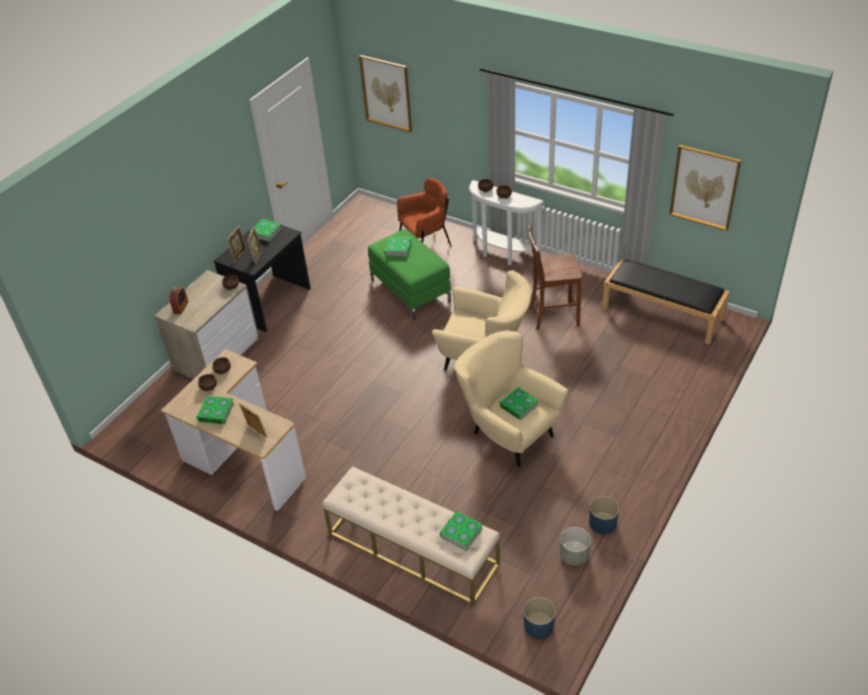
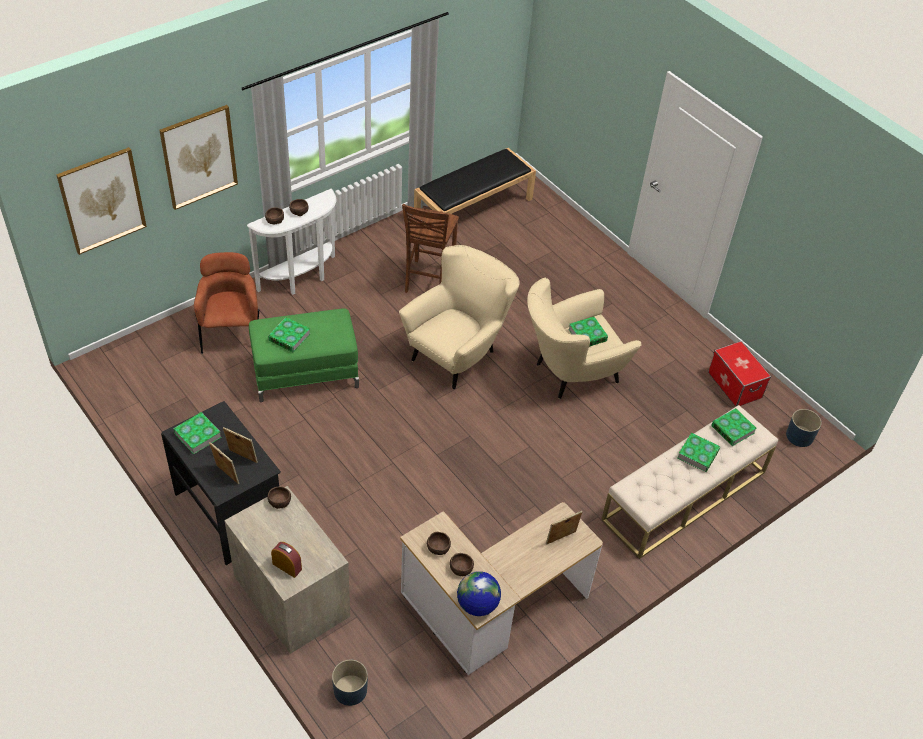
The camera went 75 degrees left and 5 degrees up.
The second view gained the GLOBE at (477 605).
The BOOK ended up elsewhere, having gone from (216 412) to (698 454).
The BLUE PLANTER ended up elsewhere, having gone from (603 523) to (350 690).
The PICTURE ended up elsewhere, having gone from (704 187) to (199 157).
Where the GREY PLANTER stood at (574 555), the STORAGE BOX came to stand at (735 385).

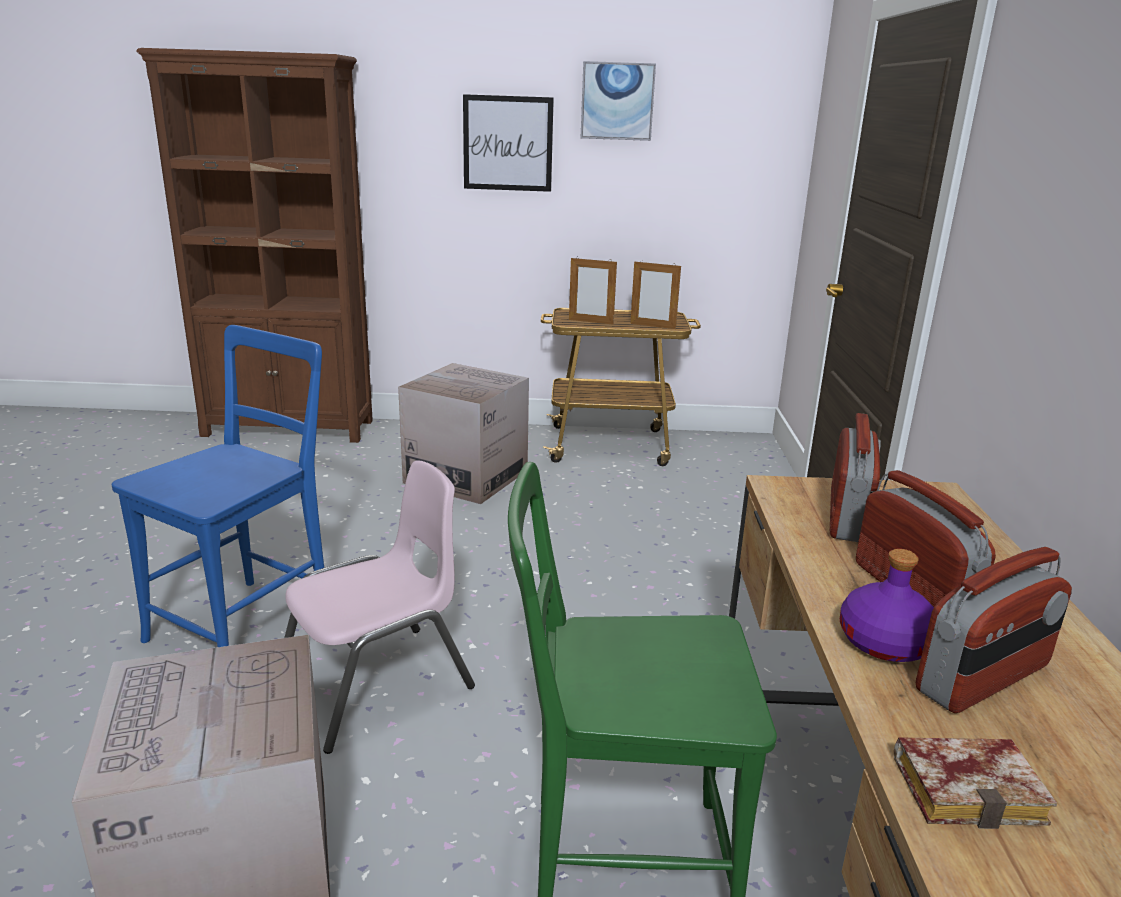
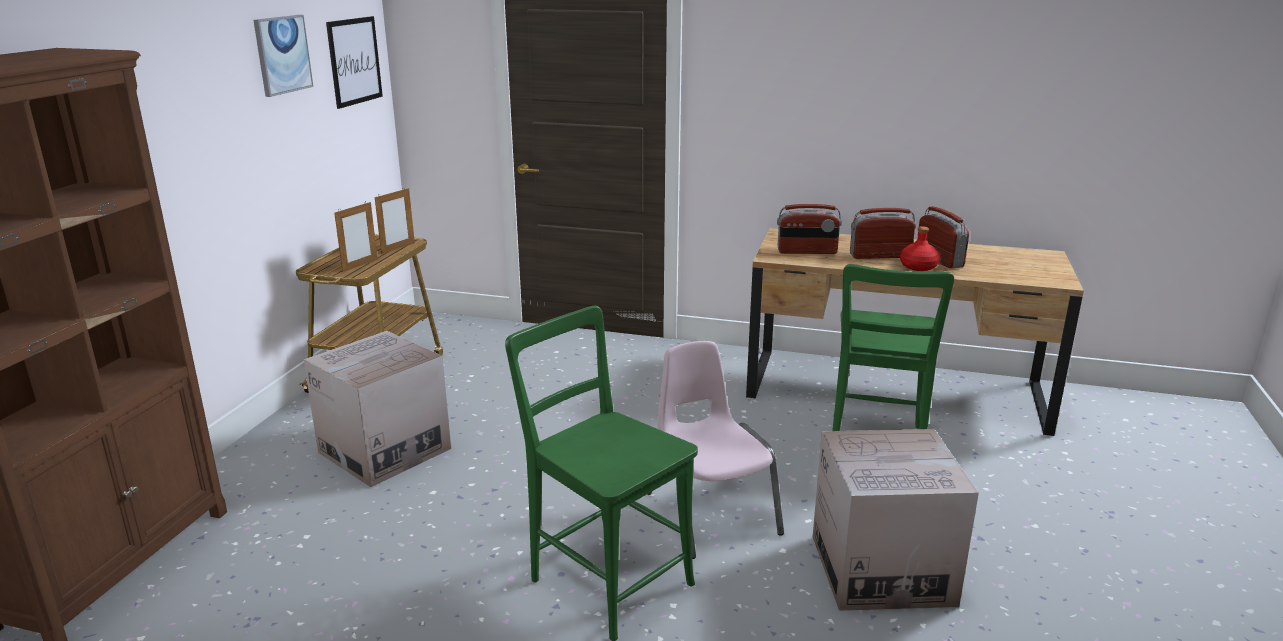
The camera went 75 degrees left and 0 degrees up.
The second view lost the BOOK at (970 788).
The PICTURE ended up elsewhere, having gone from (508 143) to (354 61).
What was the BLUE CHAIR at (248 623) turned into the GREEN CHAIR at (605 578).
What was the PURPLE BOTTLE at (886 642) turned into the RED BOTTLE at (918 266).
The RADIO at (848 516) ended up facing another way, 150 degrees clockwise from before.

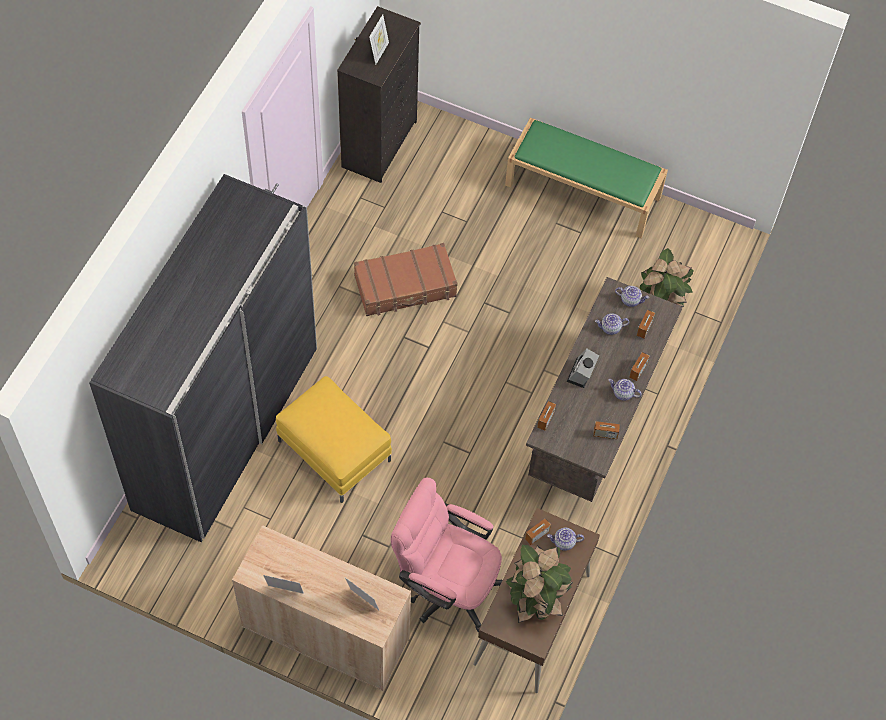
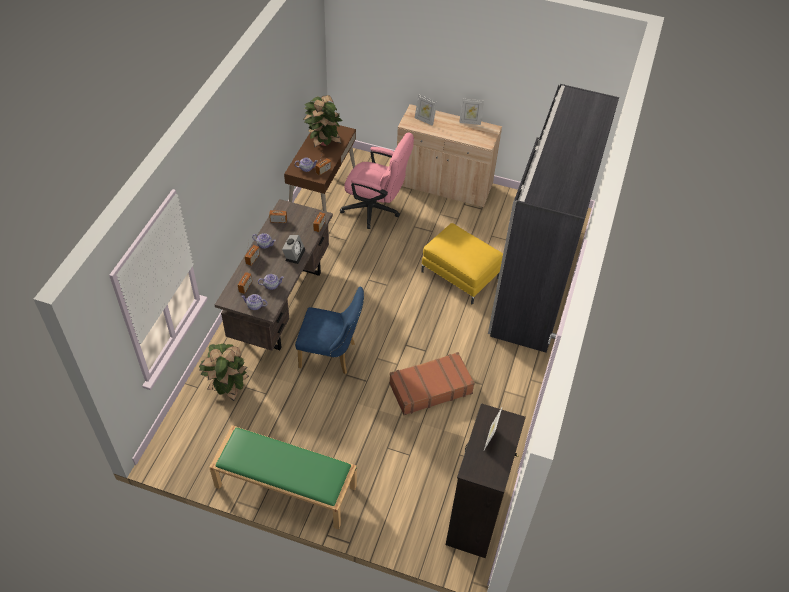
The camera went 175 degrees right and 10 degrees down.
The second view gained the BLUE CHAIR at (332 356).

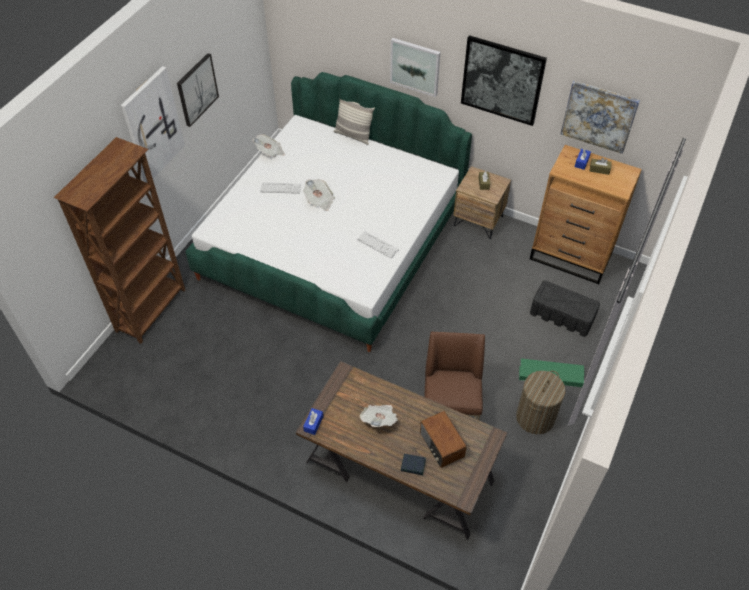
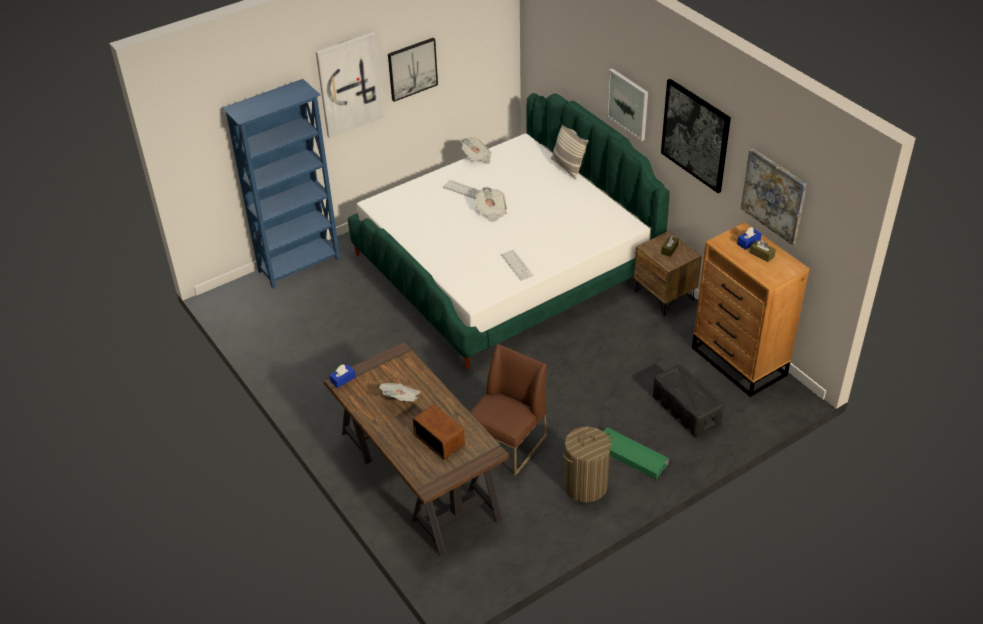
The camera went 30 degrees right and 10 degrees down.
The second view lost the BOOK at (413 466).
What was the BROWN BOOKCASE at (152 310) turned into the BLUE BOOKCASE at (300 265).
The RADIO at (441 445) ended up facing another way, 135 degrees clockwise from before.

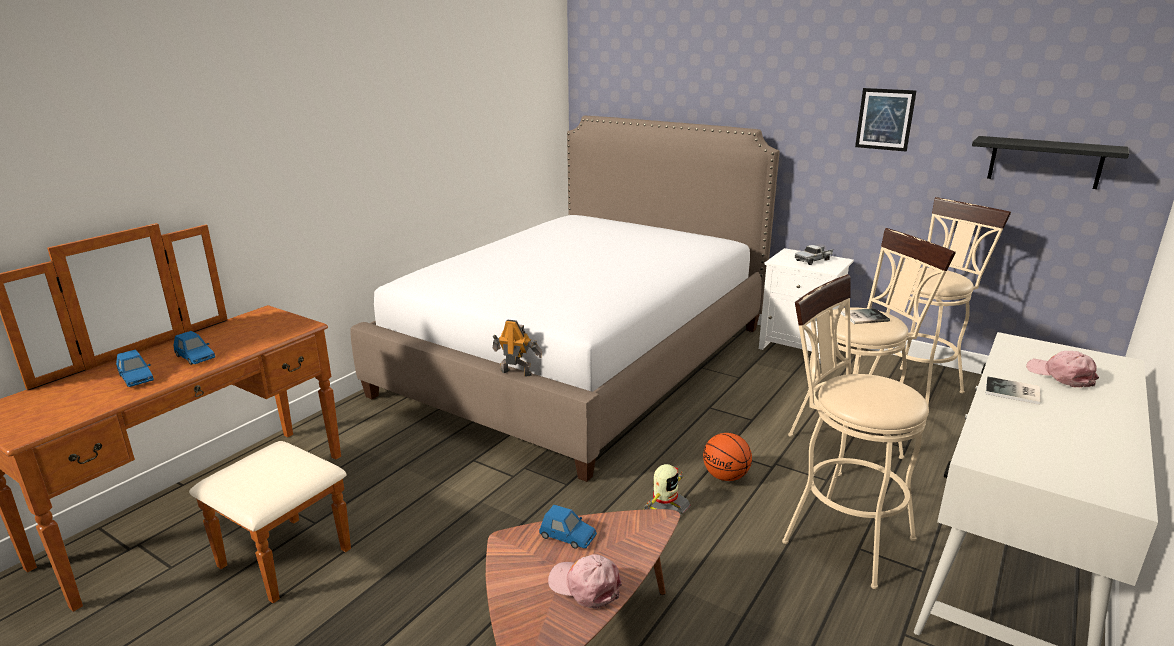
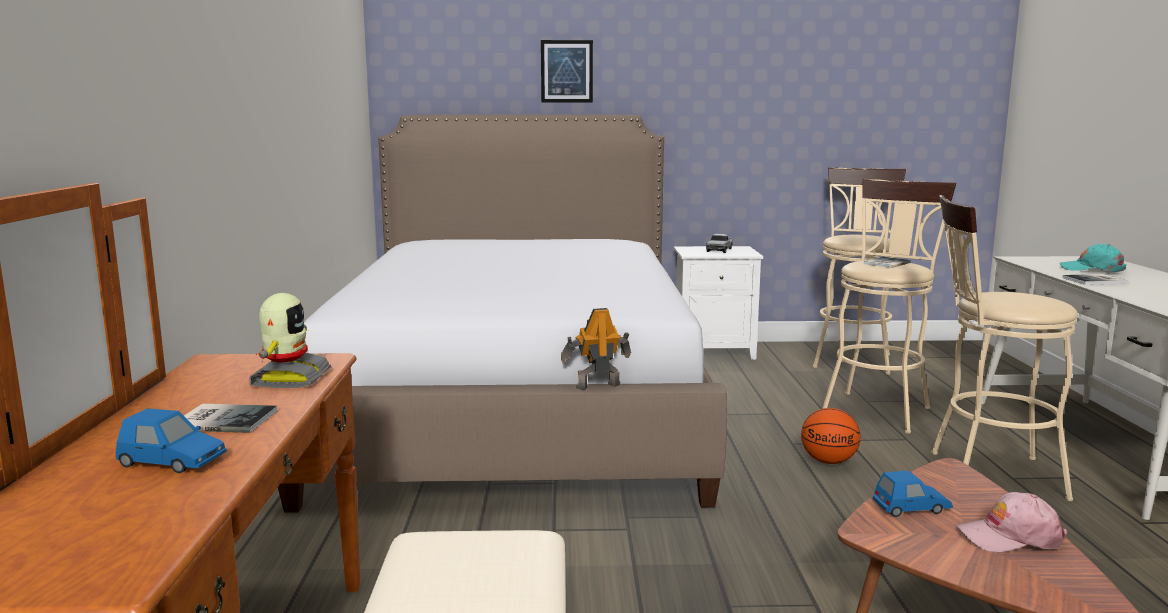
The camera went 35 degrees left and 10 degrees down.
The second view lost the BLACK SHELF at (1045 162).
The TOY ROBOT ended up elsewhere, having gone from (665 509) to (289 378).
The PICTURE ended up elsewhere, having gone from (885 119) to (566 71).
Where the BLUE TOY CAR stood at (195 357), the BOOK came to stand at (224 419).
What was the PINK CAP at (1061 375) turned into the TURQUOISE CAP at (1092 269).

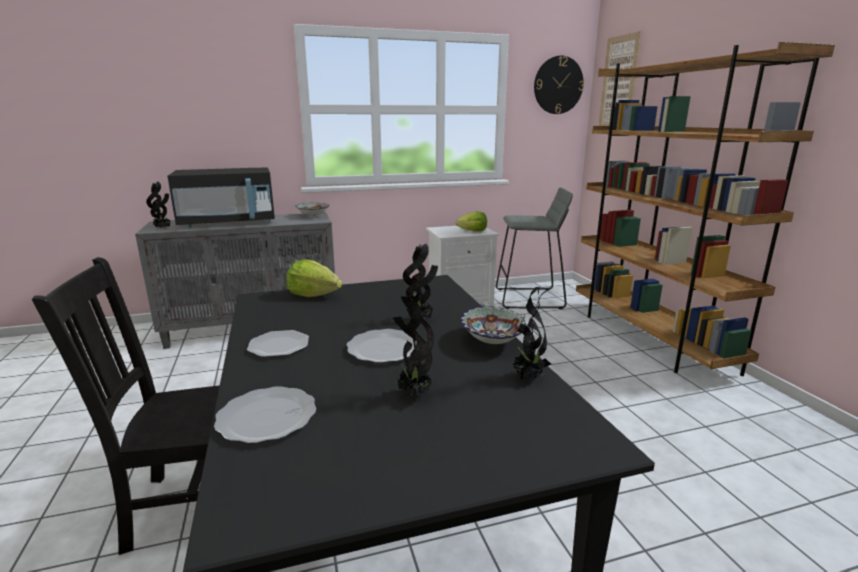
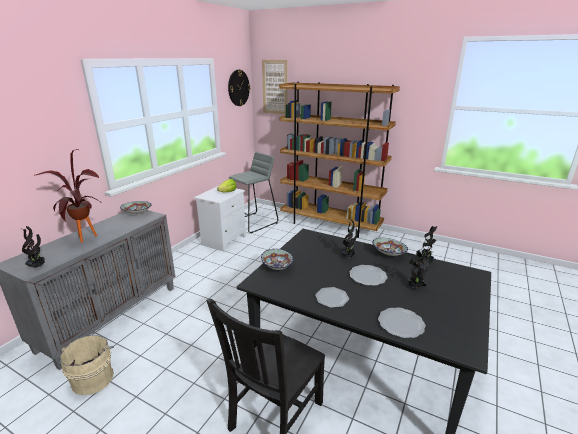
The camera went 45 degrees left and 5 degrees up.
The second view gained the BEIGE BUCKET at (94 378).
Where the BLACK MICROWAVE stood at (229 222), the POTTED PLANT came to stand at (84 240).
Where the LETTUCE stood at (313 295), the BOWL came to stand at (276 267).

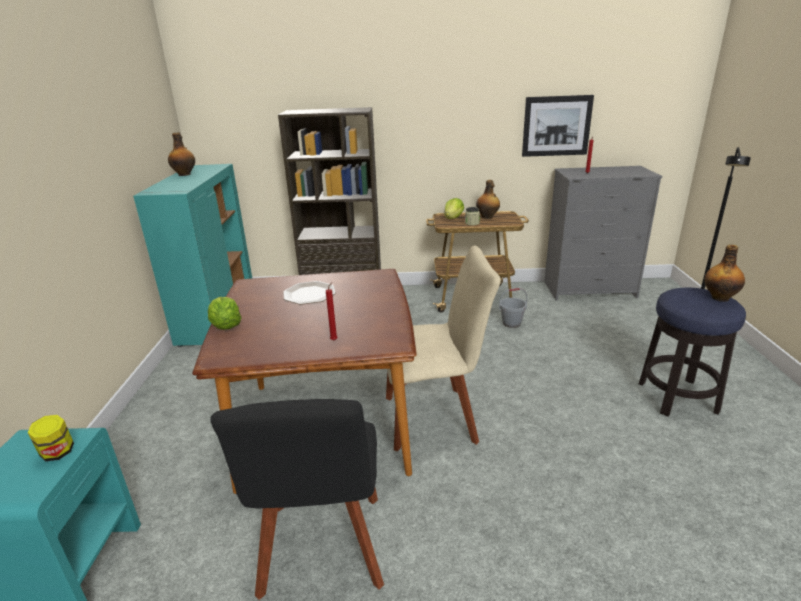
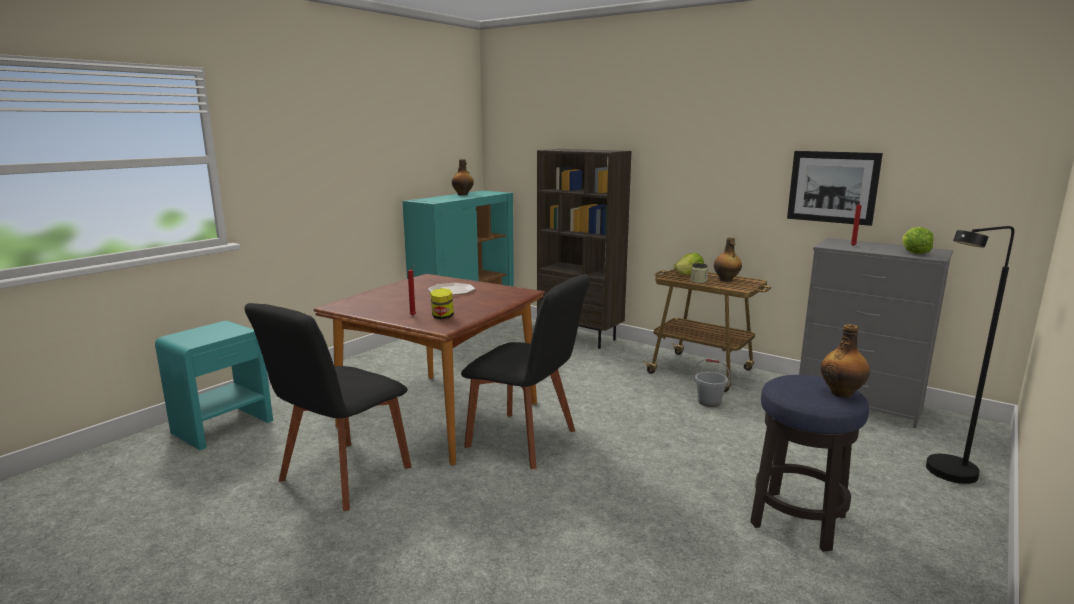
The camera went 35 degrees right and 10 degrees down.
The JAR ended up elsewhere, having gone from (58 453) to (442 317).
The LETTUCE ended up elsewhere, having gone from (225 326) to (914 253).
What was the BEIGE CHAIR at (435 417) turned into the BLACK CHAIR at (526 440).

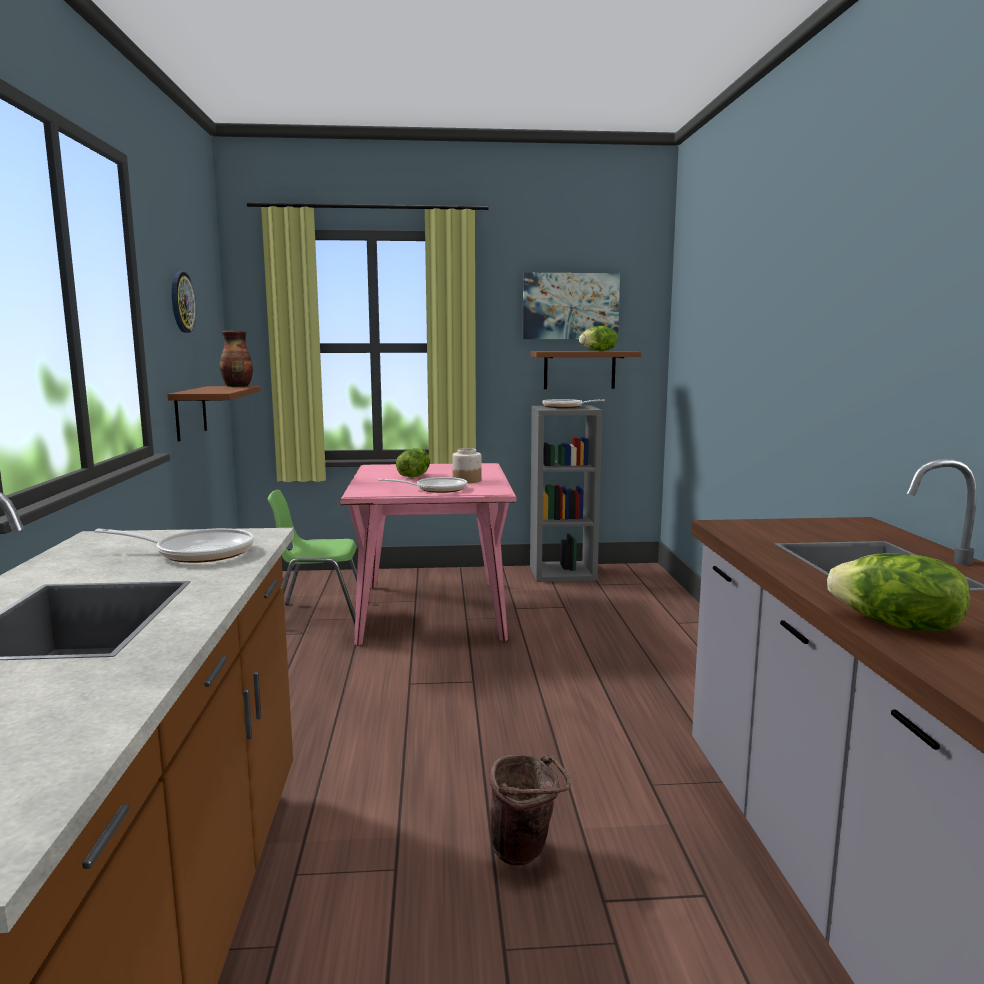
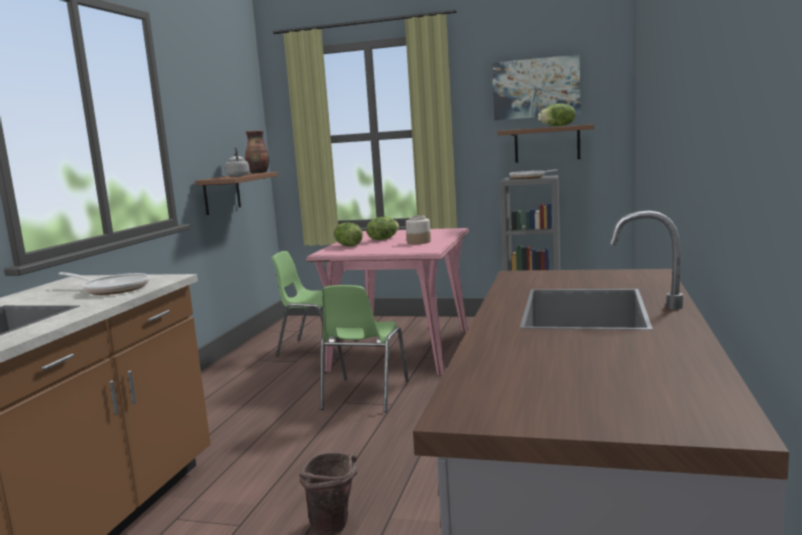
The camera went 20 degrees right and 0 degrees up.
The second view lost the WALL CLOCK at (182 302).
The second view lost the FRYING PAN at (436 489).
The second view gained the GREY KETTLE at (238 176).
The second view gained the GREEN CHAIR at (364 395).
The LETTUCE ended up elsewhere, having gone from (896 625) to (347 246).

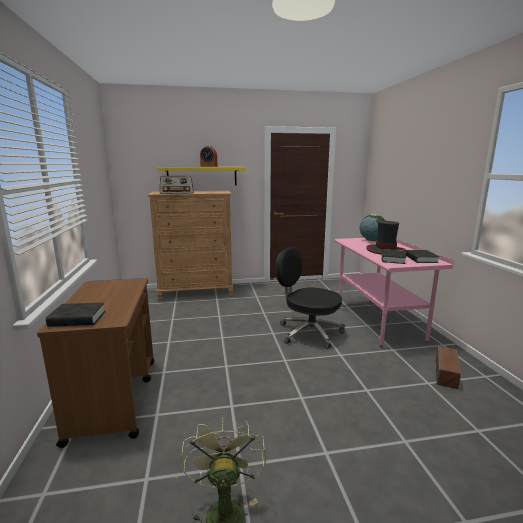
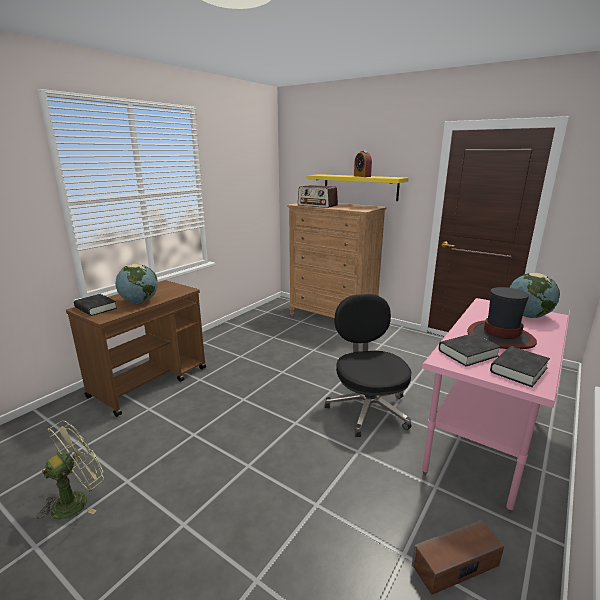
The camera went 45 degrees right and 5 degrees up.
The second view gained the GLOBE at (139 301).

